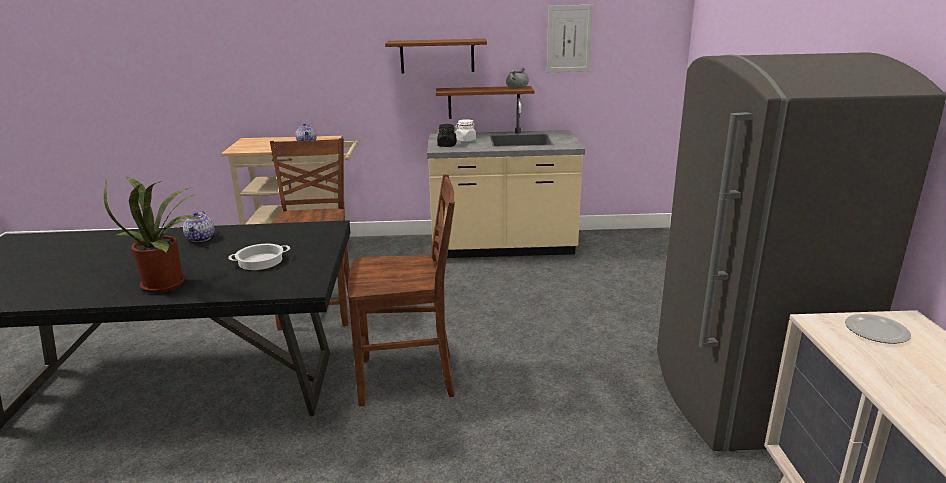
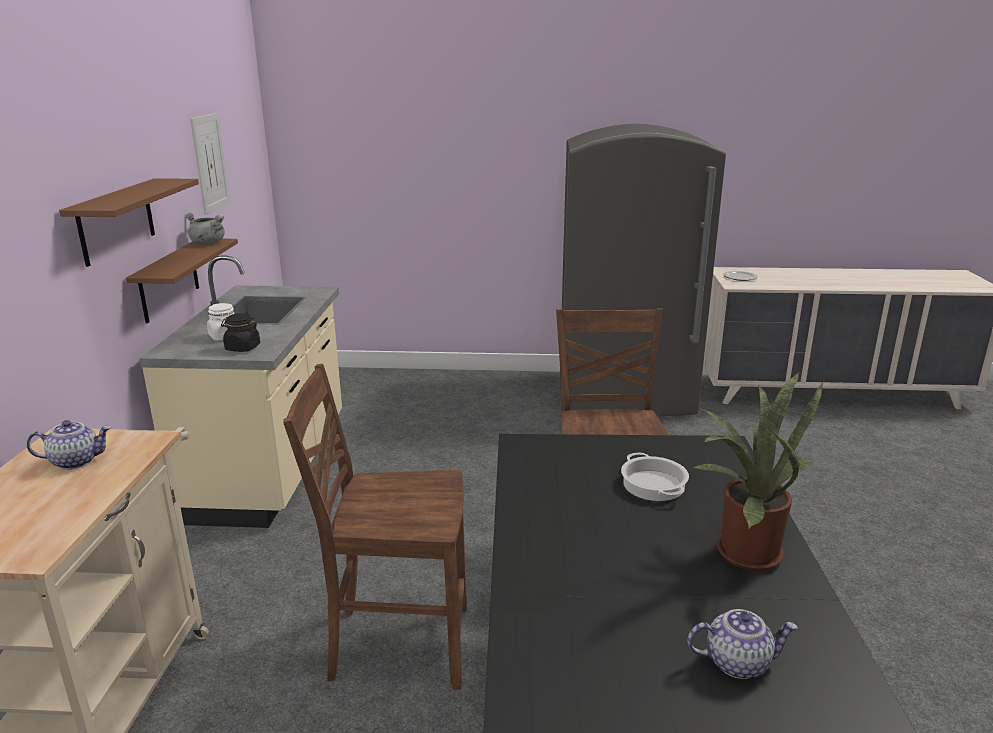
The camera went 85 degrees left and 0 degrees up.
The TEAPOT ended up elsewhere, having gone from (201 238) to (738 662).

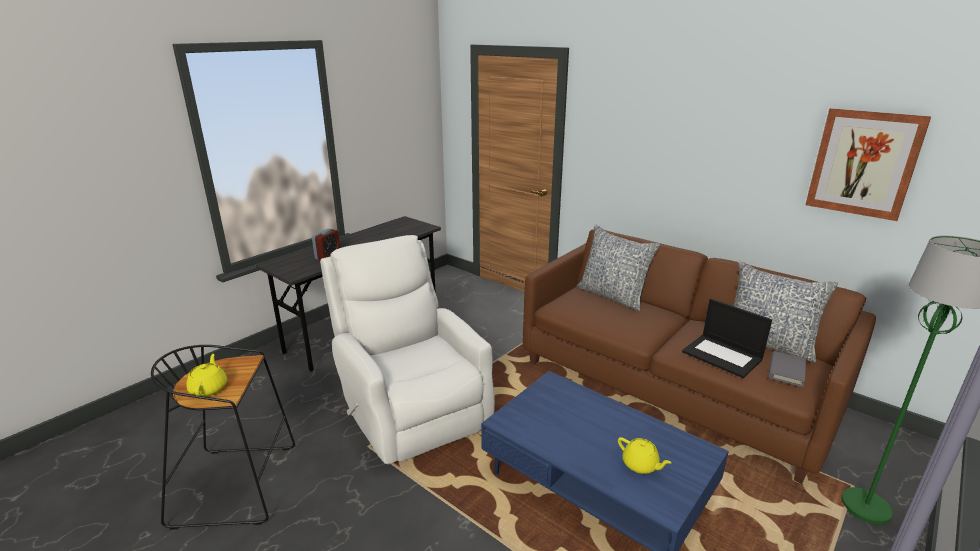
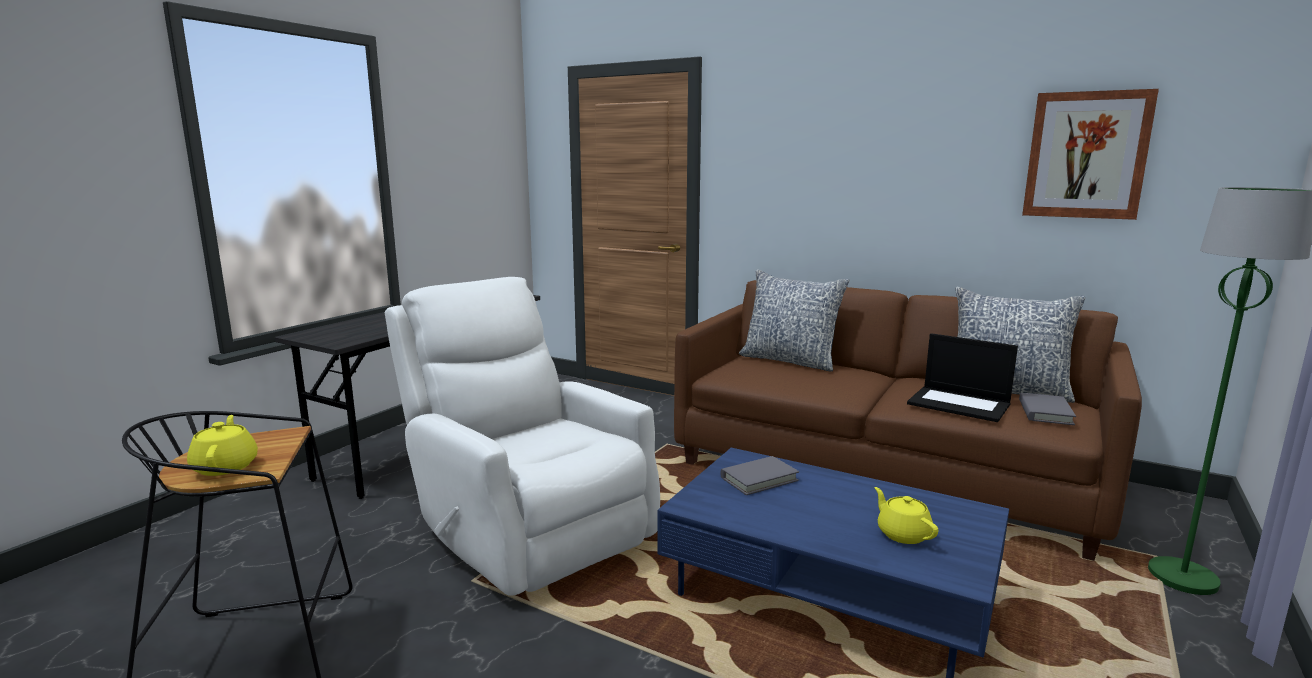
The camera went 10 degrees left and 10 degrees down.
The second view lost the ALARM CLOCK at (328 256).
The second view gained the GREY BOOK at (759 479).
The YELLOW TEAPOT at (640 465) ended up facing another way, 150 degrees counterclockwise from before.

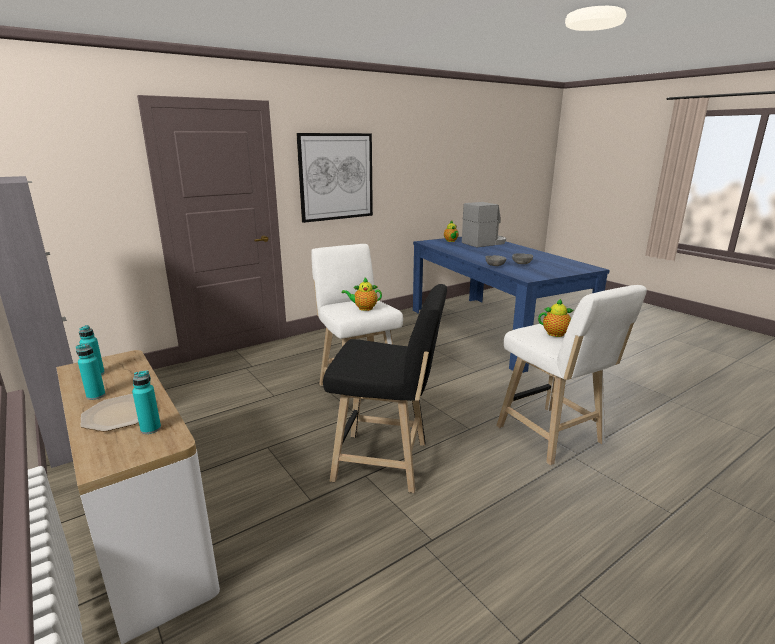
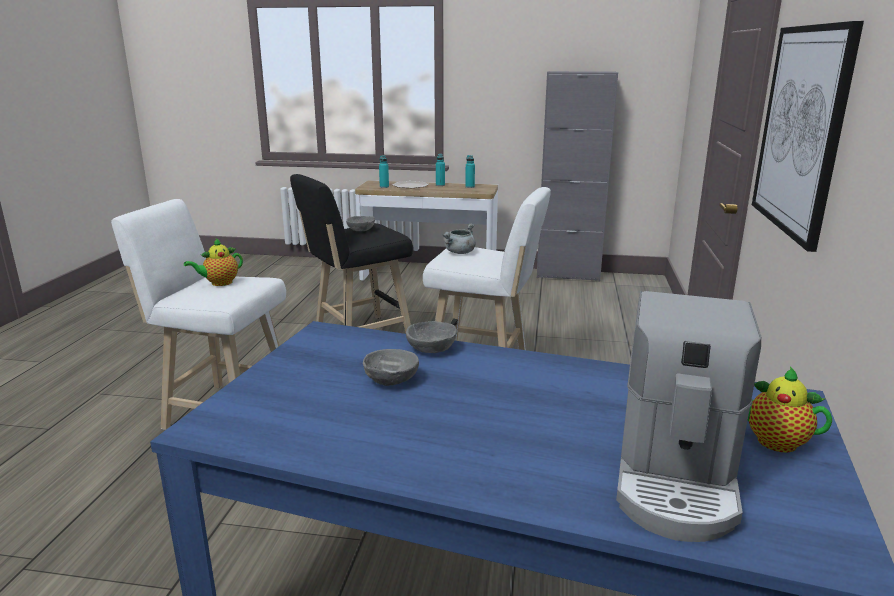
The camera went 135 degrees right and 0 degrees up.
The second view gained the GREY BOWL at (361 230).
Where the TEAPOT stood at (363 308), the GREY COOKING POT came to stand at (459 252).

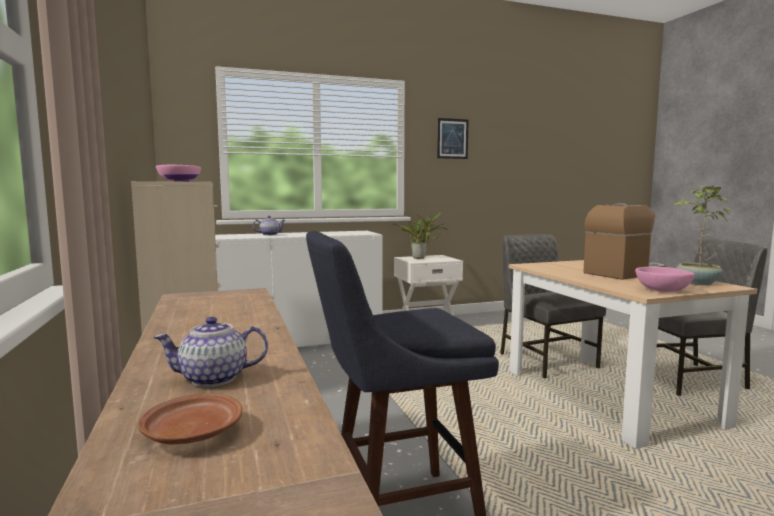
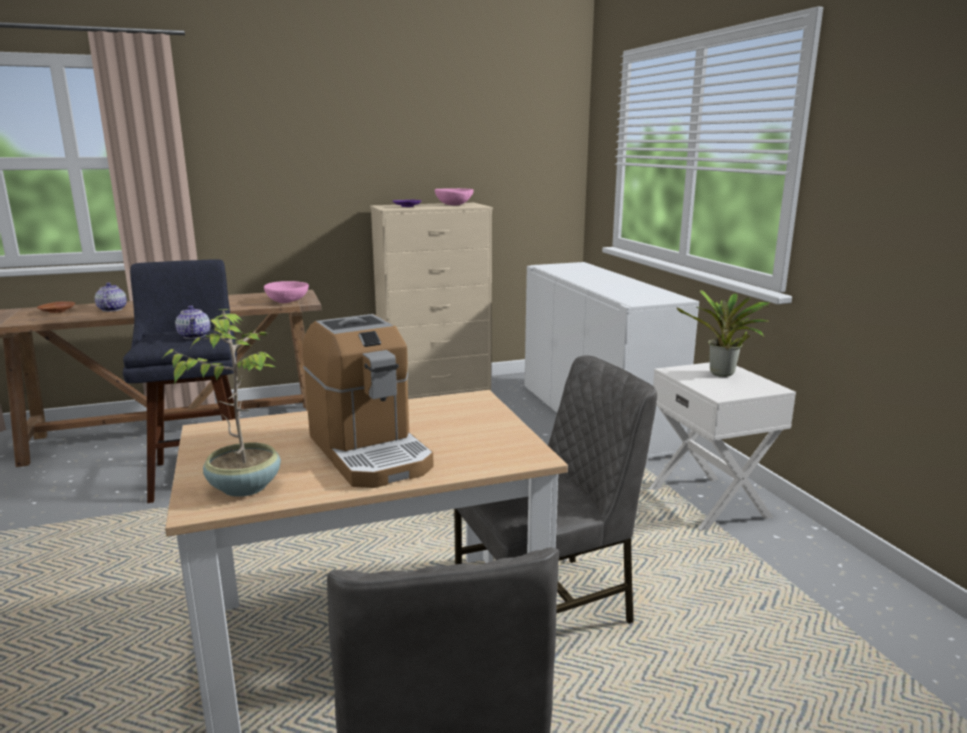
The camera went 90 degrees right and 10 degrees up.
The second view lost the PICTURE at (452 138).
The TEAPOT ended up elsewhere, having gone from (269 234) to (195 336).
The PINK BOWL ended up elsewhere, having gone from (663 290) to (287 302).

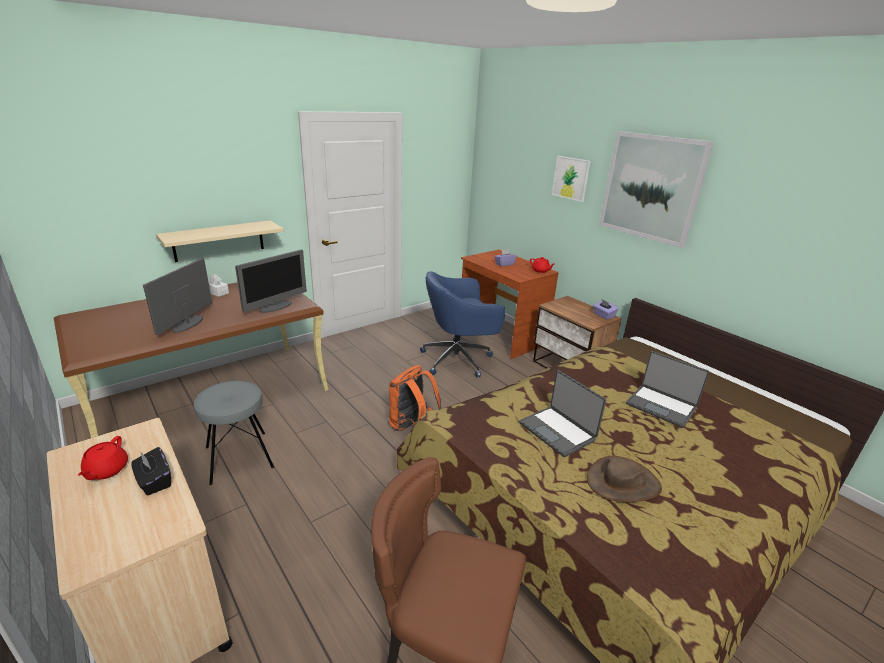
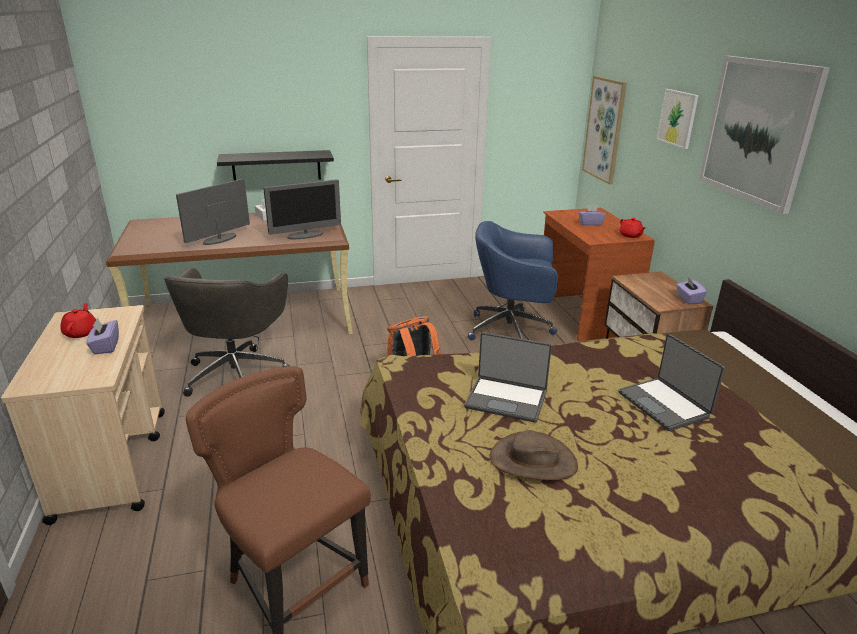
The camera went 25 degrees right and 0 degrees up.
The second view gained the PICTURE at (604 129).
Where the GREY STOOL stood at (239 457), the GREY OFFICE CHAIR came to stand at (237 373).
What was the BLACK TISSUE BOX at (154 481) turned into the PURPLE TISSUE BOX at (105 346).
What was the BEIGE SHELF at (219 240) turned into the BLACK SHELF at (276 166).
The RED TEAPOT at (106 470) ended up facing another way, 150 degrees clockwise from before.
The LAPTOP at (558 431) ended up facing another way, 60 degrees counterclockwise from before.

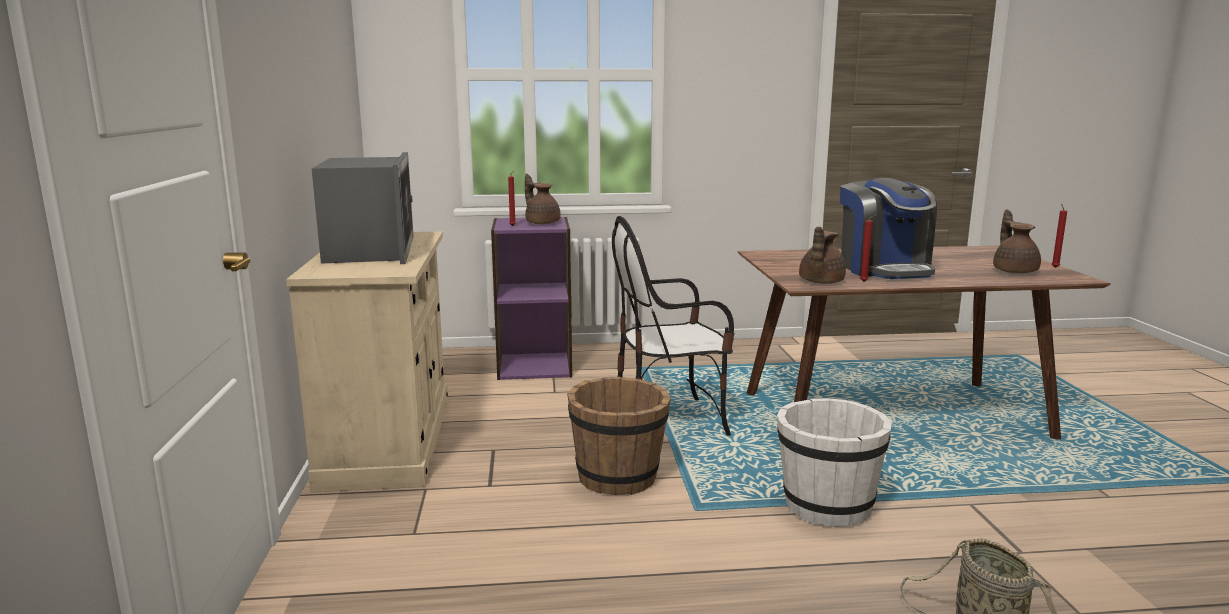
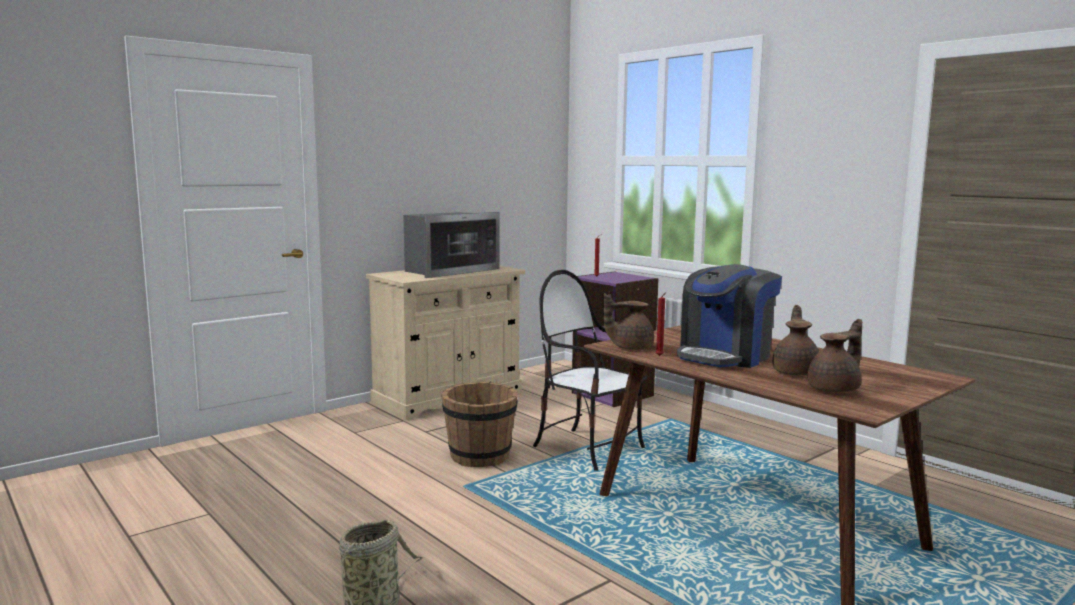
The camera went 55 degrees right and 5 degrees down.
The second view lost the WHITE BUCKET at (826 506).
The second view lost the RED CANDLE at (1054 267).
The BROWN TEAPOT ended up elsewhere, having gone from (542 223) to (796 372).

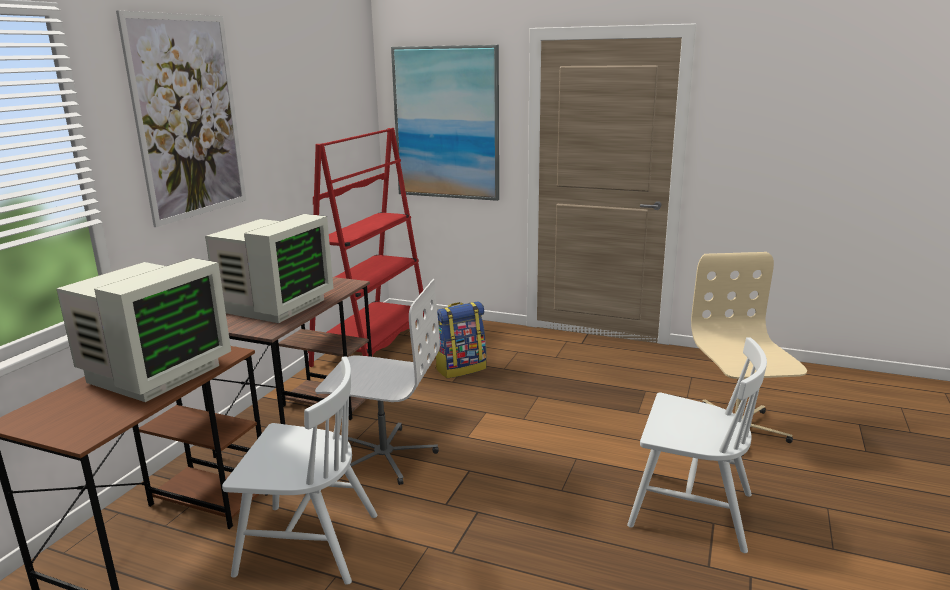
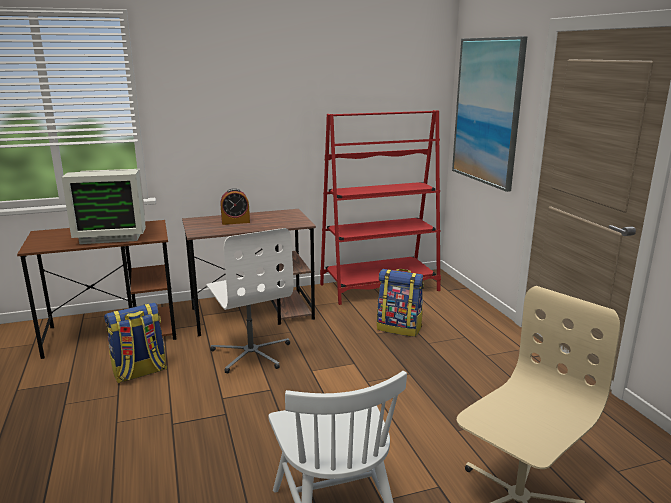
The camera went 50 degrees right and 0 degrees up.
The second view lost the PICTURE at (188 117).
Where the MONITOR stood at (274 306), the ALARM CLOCK came to stand at (235 222).
Where the WHITE CHAIR stood at (307 544), the BACKPACK came to stand at (139 372).

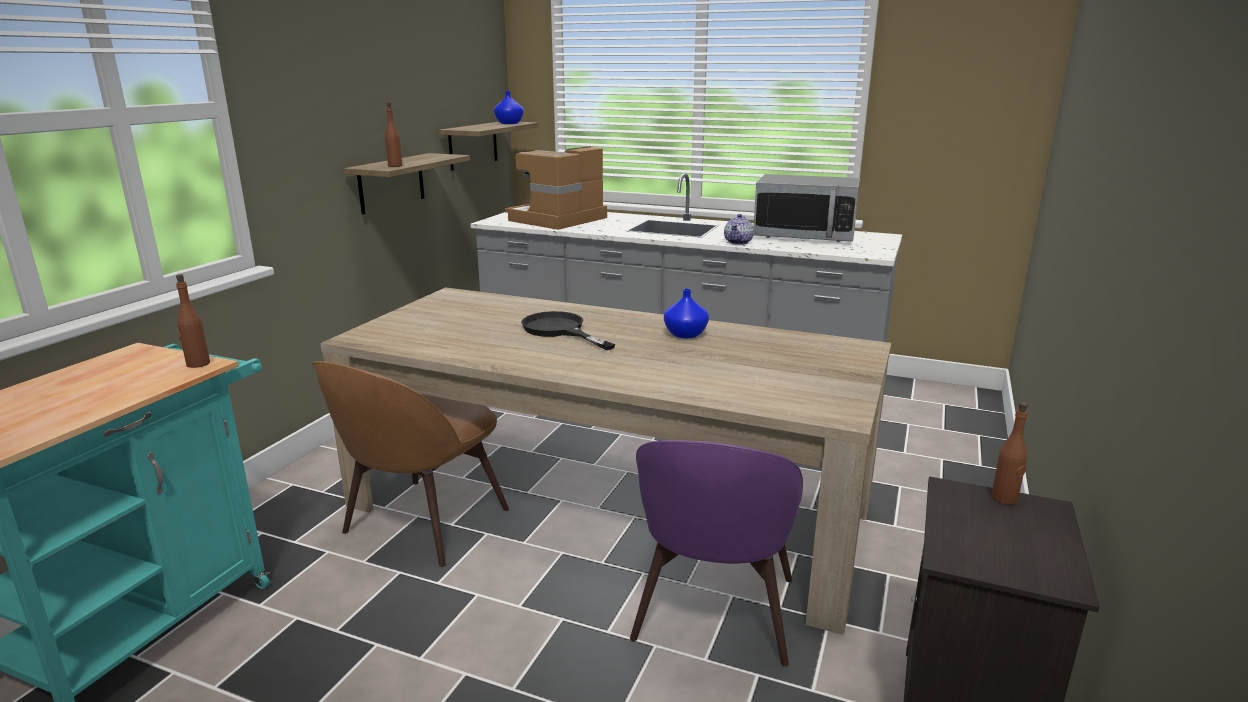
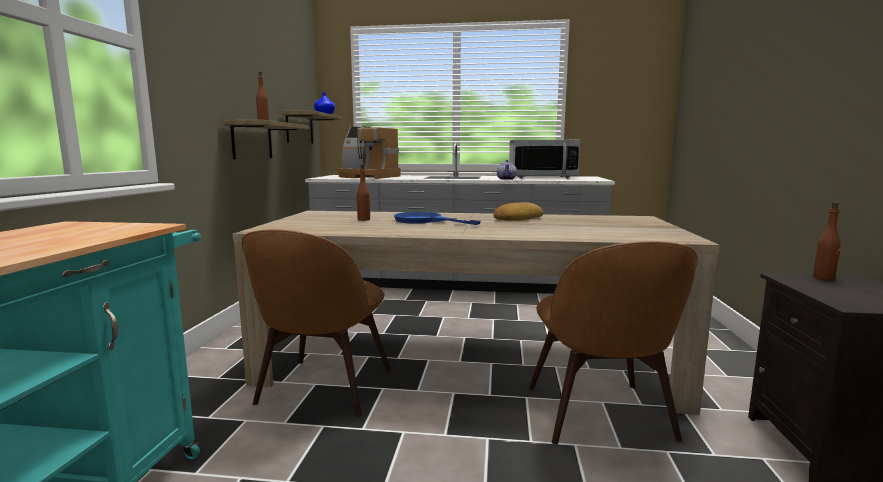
The camera went 15 degrees left and 10 degrees down.
The BROWN BOTTLE ended up elsewhere, having gone from (197 364) to (363 219).
Where the BLUE VASE stood at (684 334), the BREAD came to stand at (517 218).
What was the BLACK FRYING PAN at (560 330) turned into the BLUE FRYING PAN at (425 221).
What was the PURPLE CHAIR at (714 614) turned into the BROWN CHAIR at (600 416).
The COFFEE MACHINE at (557 219) ended up facing another way, 90 degrees counterclockwise from before.

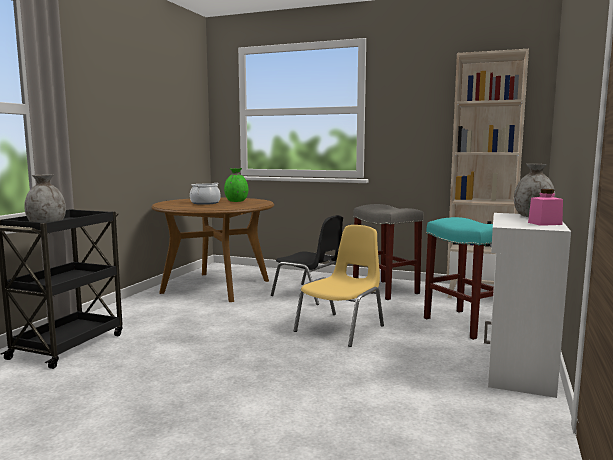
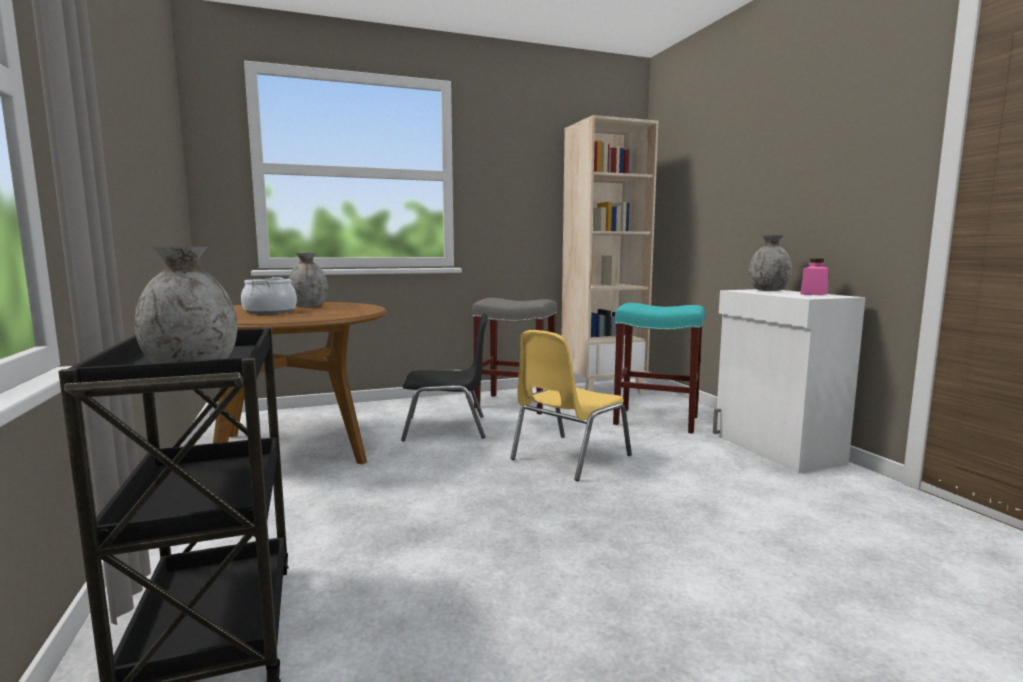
The camera went 40 degrees left and 0 degrees up.
What was the GREEN VASE at (236 201) turned into the GREY VASE at (309 306).
The YELLOW CHAIR at (341 329) ended up facing another way, 135 degrees counterclockwise from before.

